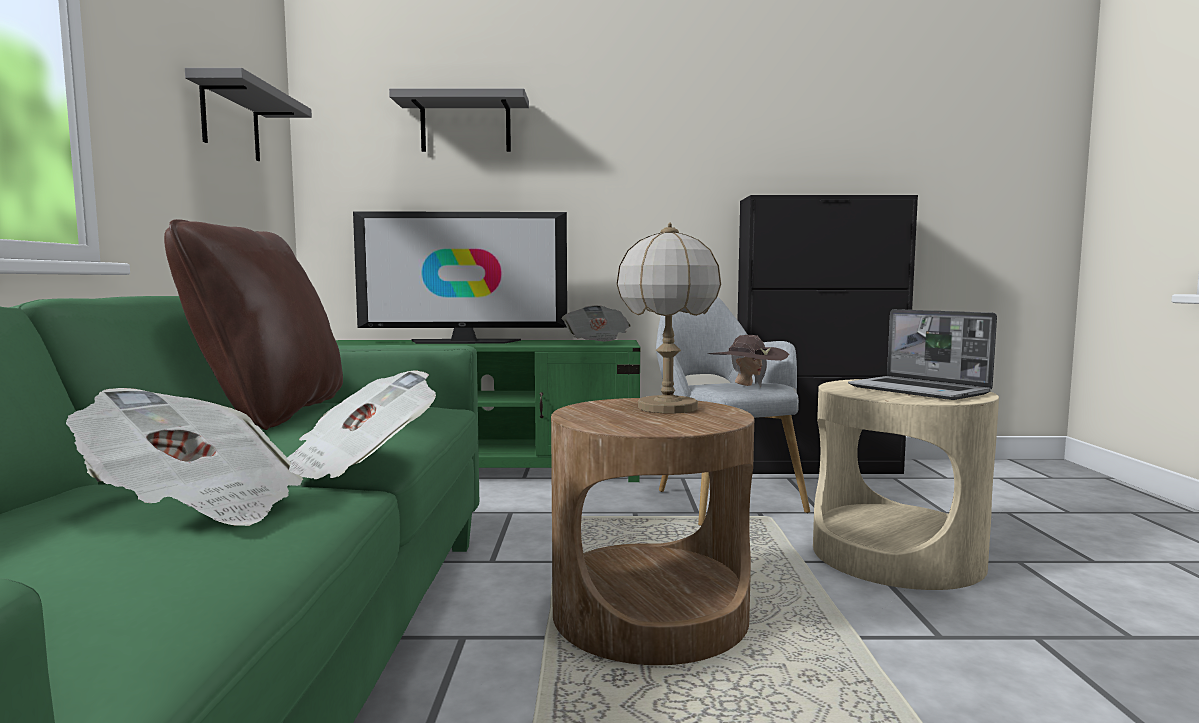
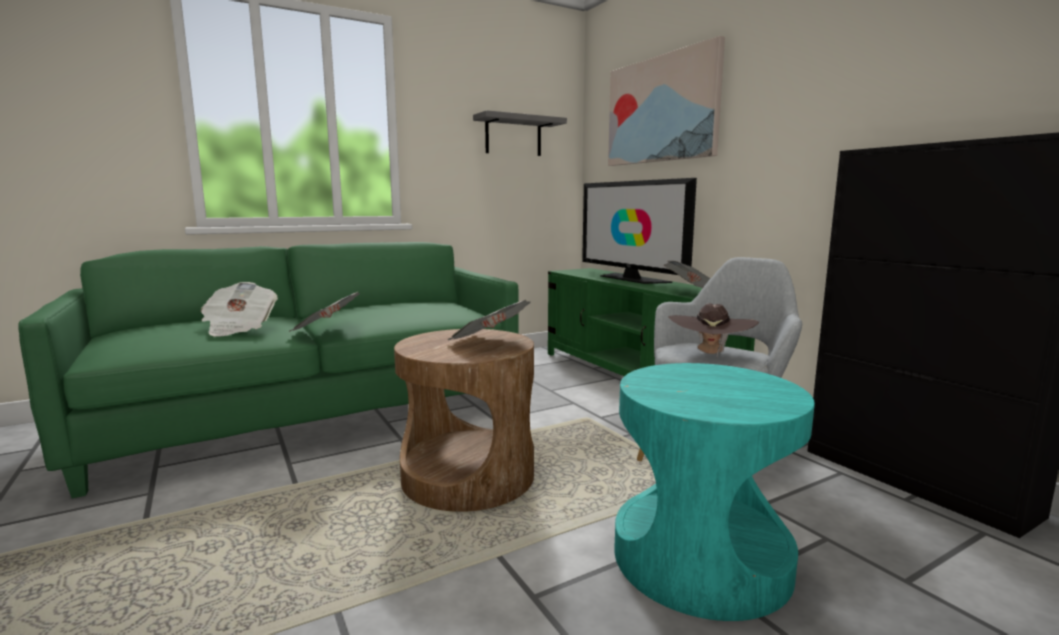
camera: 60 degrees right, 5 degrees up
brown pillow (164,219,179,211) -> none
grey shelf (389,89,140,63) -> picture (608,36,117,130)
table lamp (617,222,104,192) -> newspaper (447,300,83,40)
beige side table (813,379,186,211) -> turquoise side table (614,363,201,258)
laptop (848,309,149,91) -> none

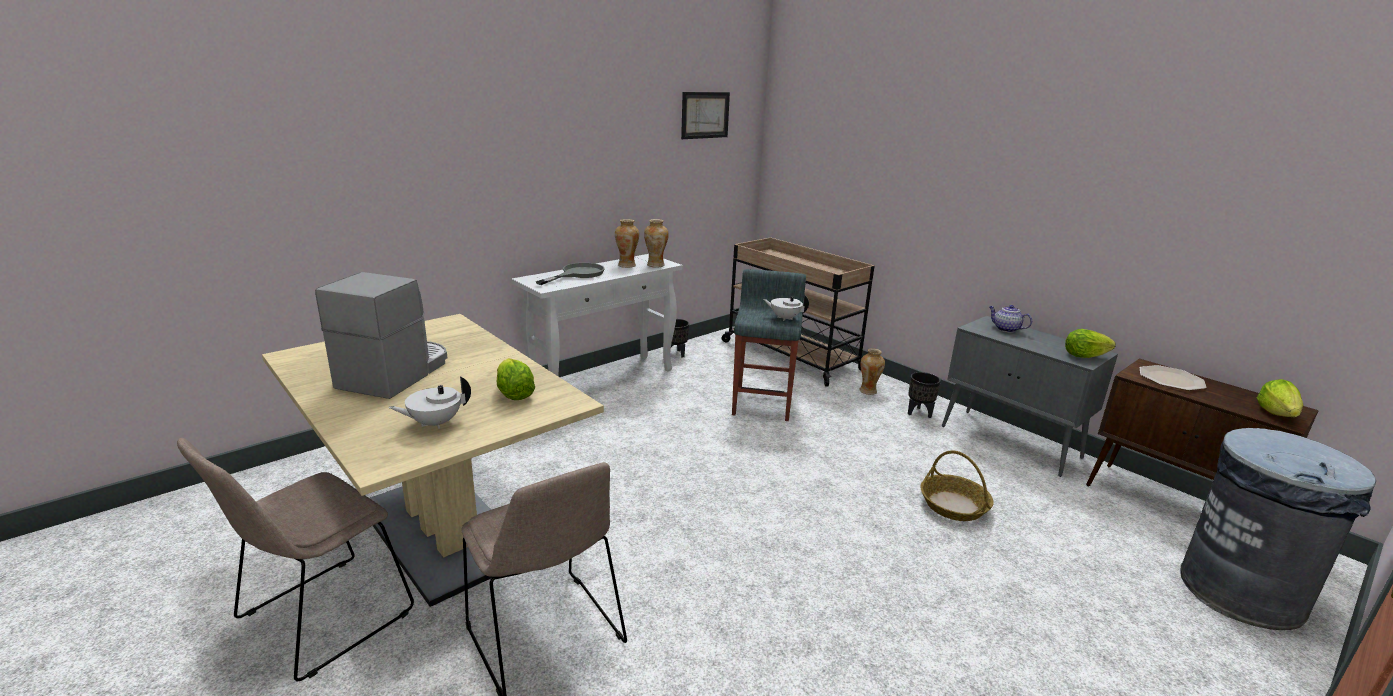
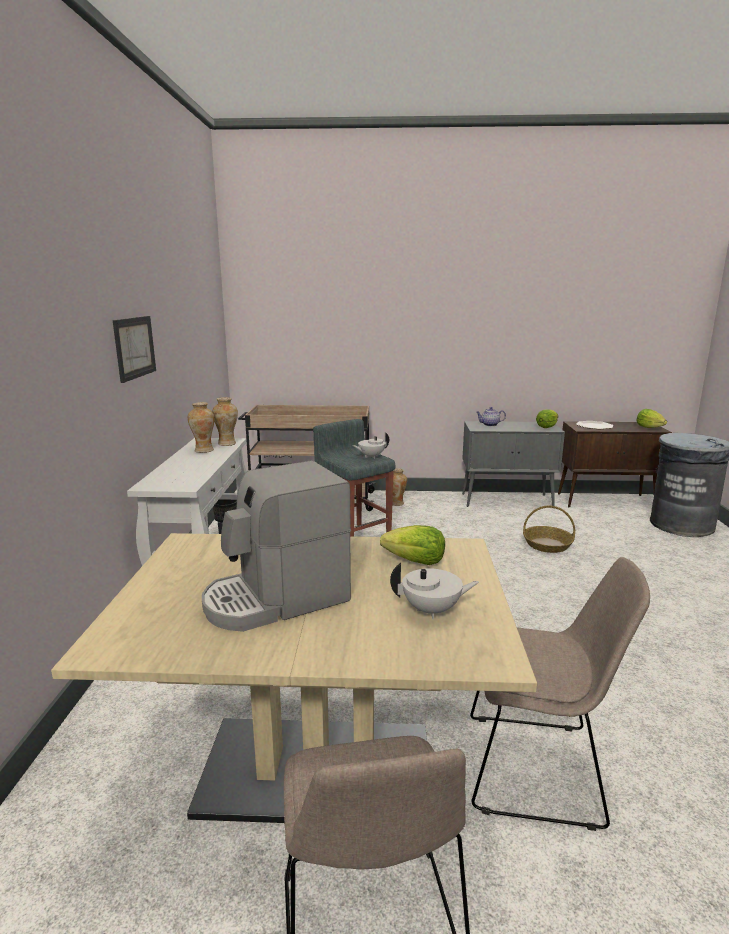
camera: 45 degrees left, 5 degrees down
coffee machine (315,272,132,127) -> coffee machine (202,461,149,171), 90 degrees counterclockwise
white teapot (389,376,82,53) -> white teapot (390,563,89,56), 105 degrees counterclockwise
grey frying pan (536,263,68,22) -> none
picture (681,92,49,47) -> picture (113,316,43,67), relocated
black planter (908,372,33,46) -> none

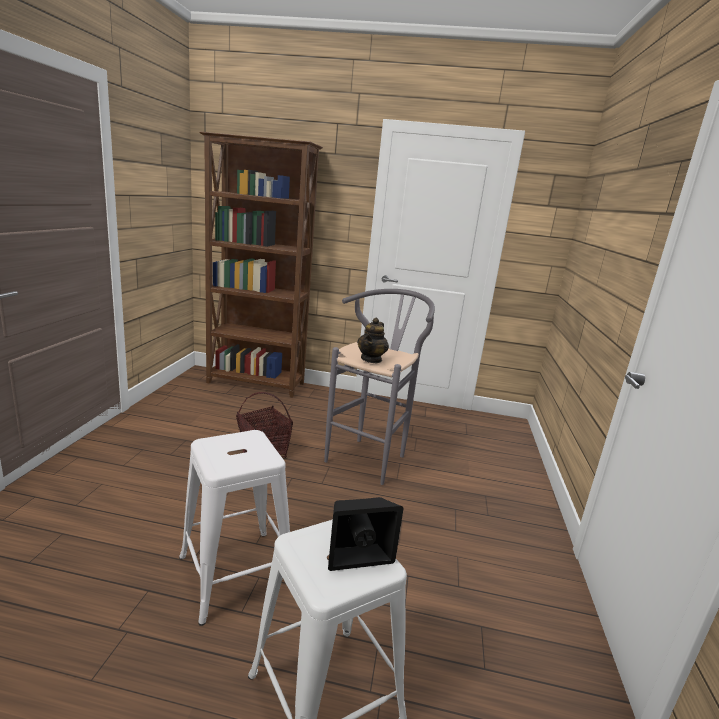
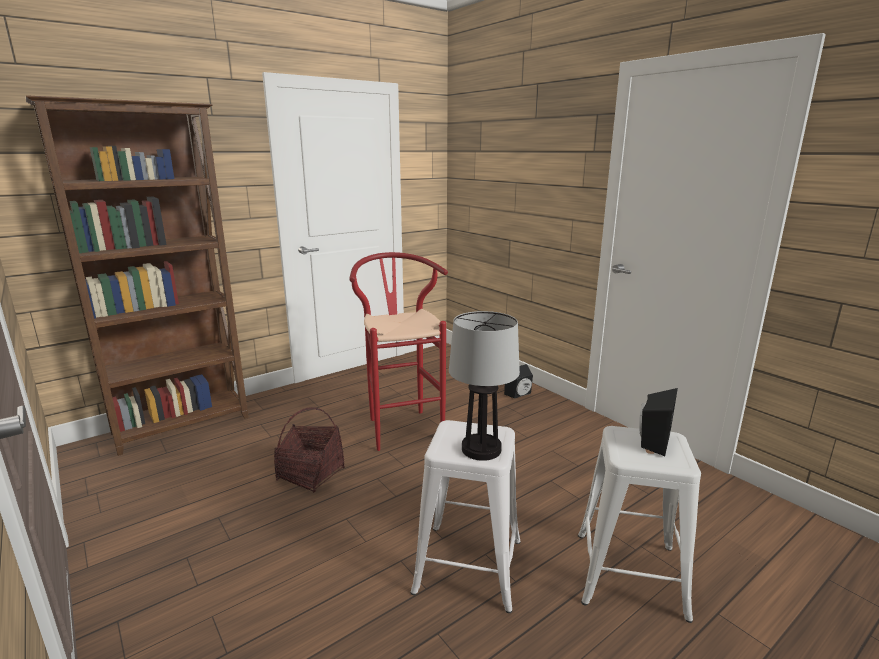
camera: 45 degrees left, 0 degrees up
grey stool (324,289,111,196) -> red stool (349,252,99,199)
teapot (357,318,32,45) -> none
none -> table lamp (449,311,71,150)
none -> black speaker (504,364,29,34)

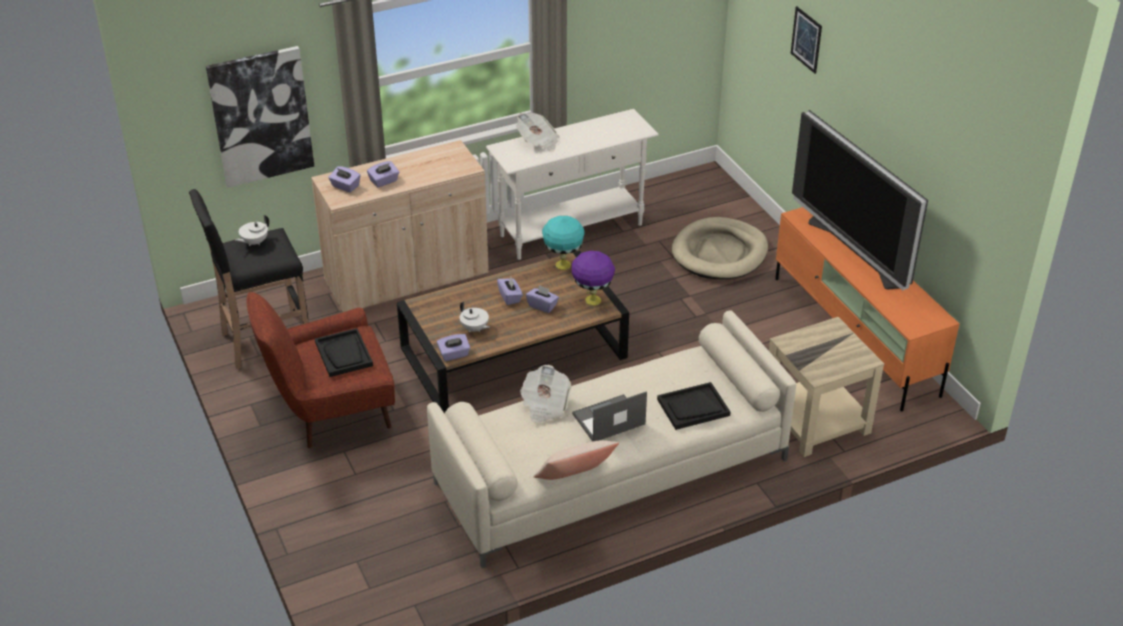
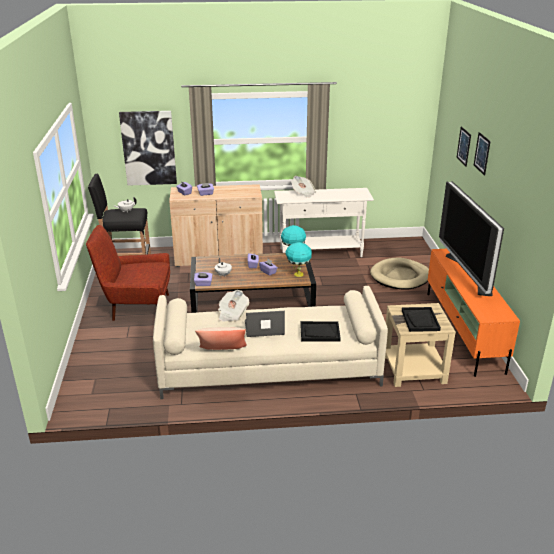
camera: 20 degrees right, 10 degrees down
black tray (315,328,58,49) -> black tray (402,307,39,25), relocated
purple table lamp (572,251,43,55) -> turquoise table lamp (285,242,27,35)
none -> picture (474,132,17,43)

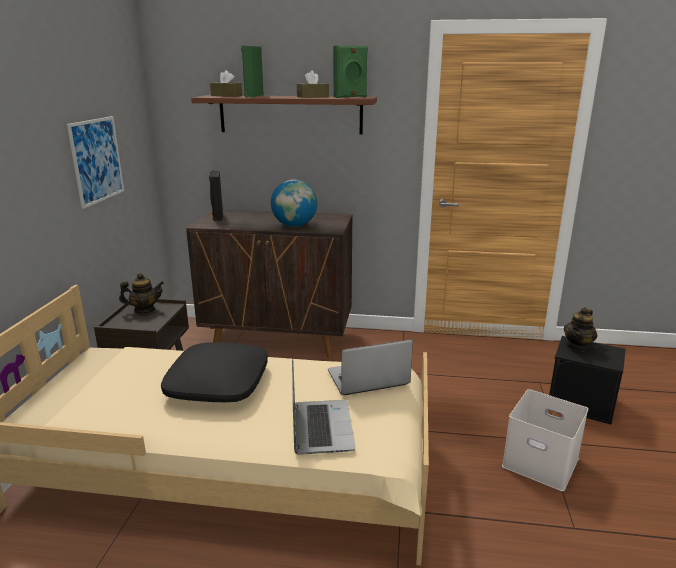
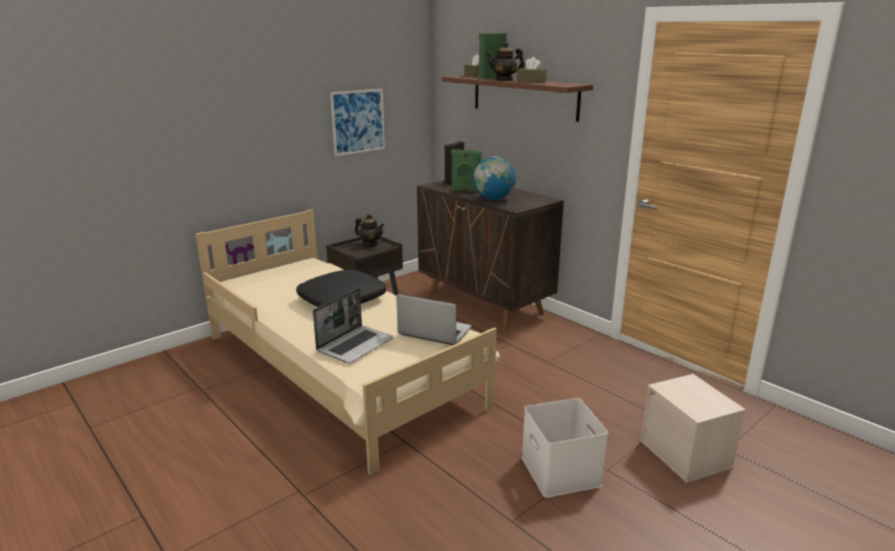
camera: 40 degrees right, 0 degrees up
green speaker (333,45,35,53) -> green speaker (451,149,31,44), relocated
black storage box (549,336,77,89) -> beige storage box (640,374,106,109)
teapot (564,307,33,45) -> teapot (486,41,39,40), relocated

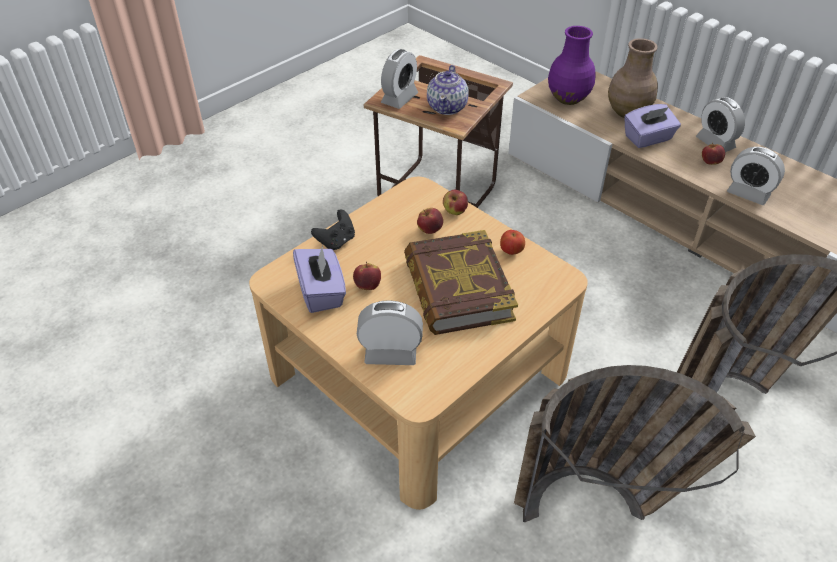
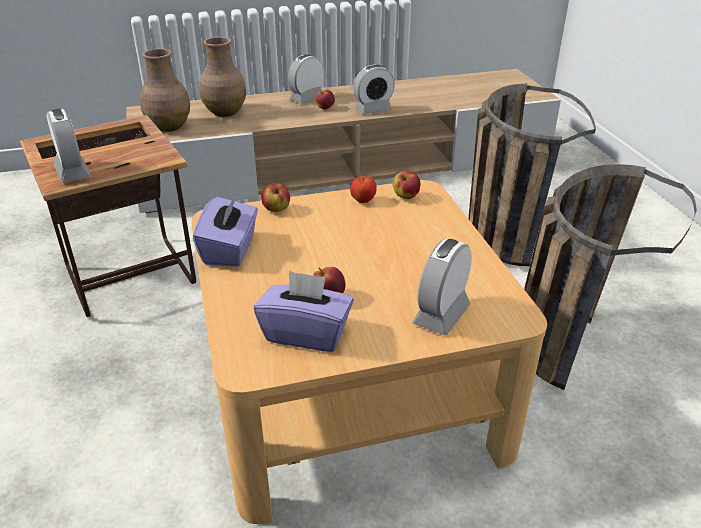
camera: 60 degrees left, 10 degrees down
black game controller (311,209,44,42) -> none
book (404,230,114,105) -> none
apple (417,208,26,26) -> apple (393,171,27,28), relocated
teapot (427,65,42,50) -> none
purple vase (548,26,48,79) -> brown vase (140,49,50,83)
purple tissue box (624,104,57,44) -> purple tissue box (193,194,65,73), relocated
alarm clock (696,97,49,55) -> alarm clock (288,54,36,50), 135 degrees clockwise

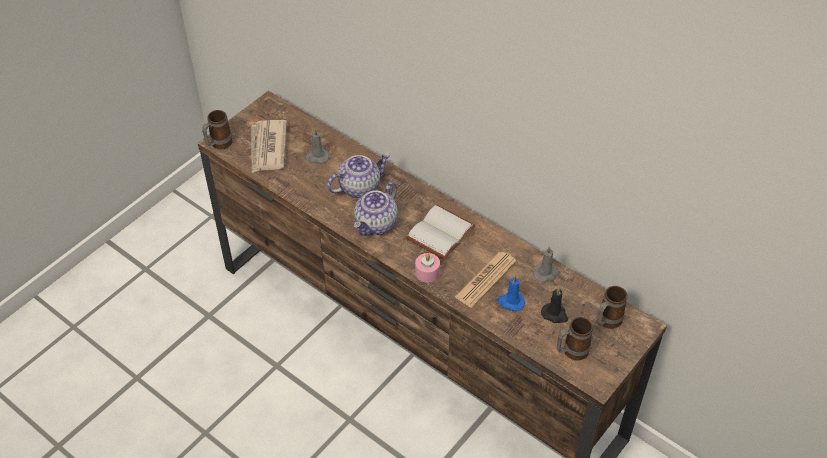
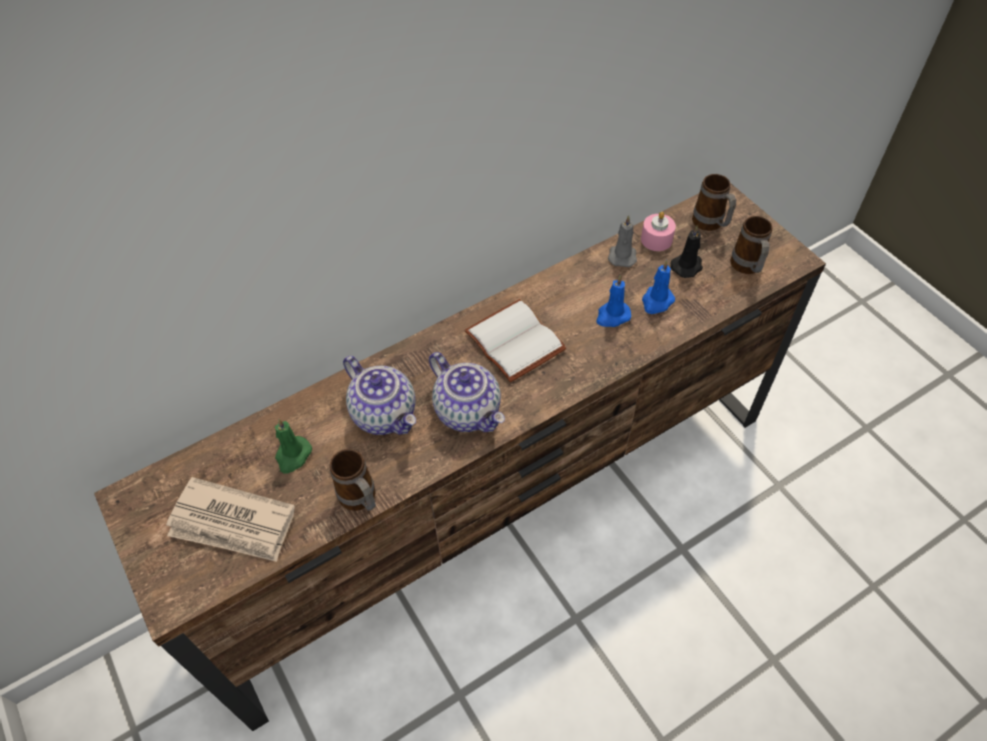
camera: 70 degrees left, 5 degrees up
mug (202,110,31,39) -> mug (329,449,47,62), relocated
grey candle (305,129,24,34) -> green candle (275,419,37,55)
teapot (327,153,63,45) -> teapot (343,356,73,79), 150 degrees clockwise
pink candle (415,253,25,30) -> pink candle (641,212,35,39), relocated
newspaper (455,252,62,56) -> blue candle (596,275,35,52)

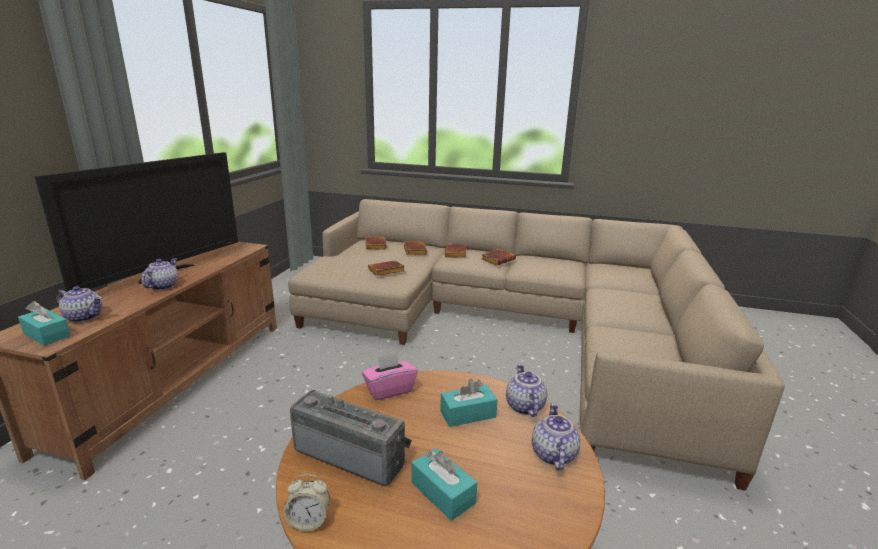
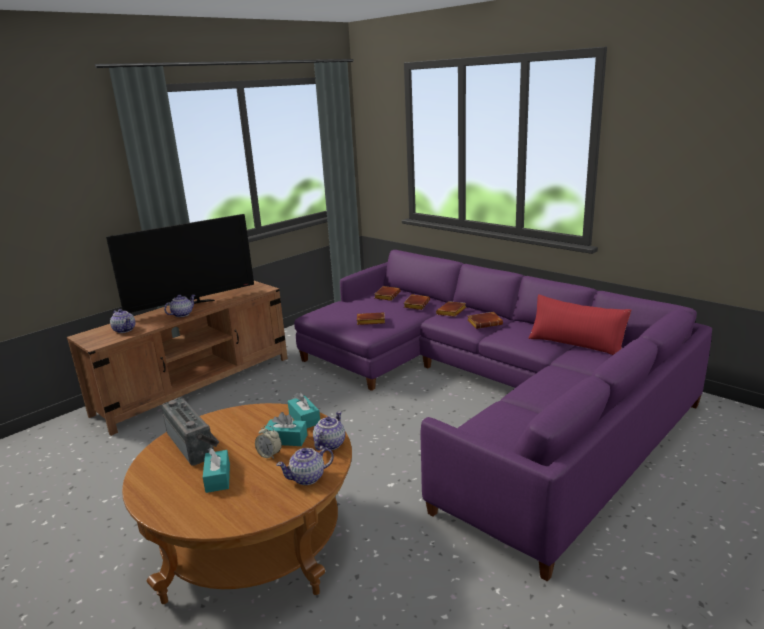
camera: 30 degrees right, 0 degrees up
turquoise tissue box (18,301,53,45) -> turquoise tissue box (288,392,32,36), relocated
alarm clock (283,474,47,57) -> alarm clock (255,425,27,34), relocated
beige sofa (288,199,497,292) -> purple sofa (294,250,418,332)
pink tissue box (362,353,56,47) -> none
teapot (532,403,49,68) -> teapot (276,448,58,37), 150 degrees counterclockwise
none -> red pillow (528,294,103,61)

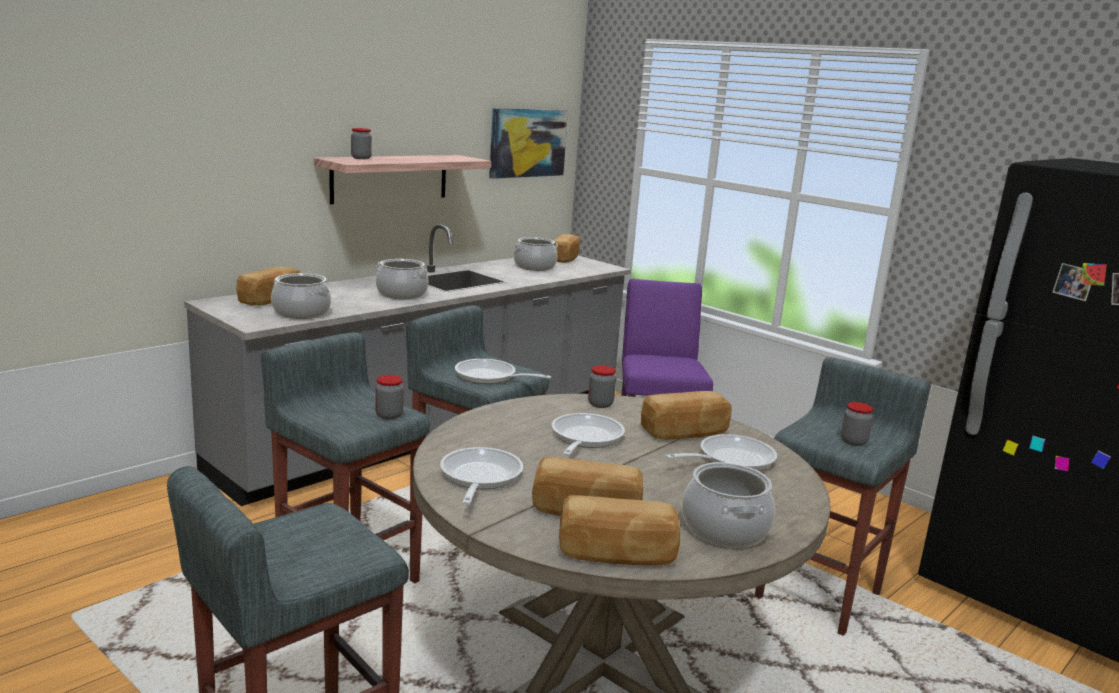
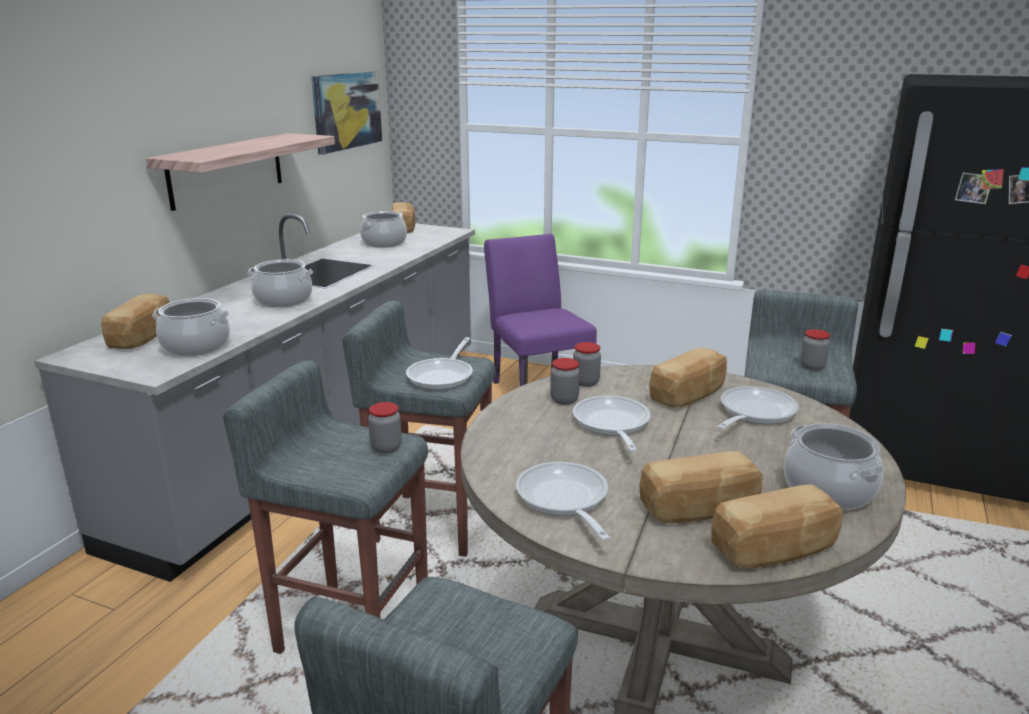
camera: 20 degrees left, 5 degrees up
jar (351,128,21,31) -> jar (550,358,30,47), relocated
frying pan (455,359,96,25) -> frying pan (406,337,67,53), 75 degrees counterclockwise

